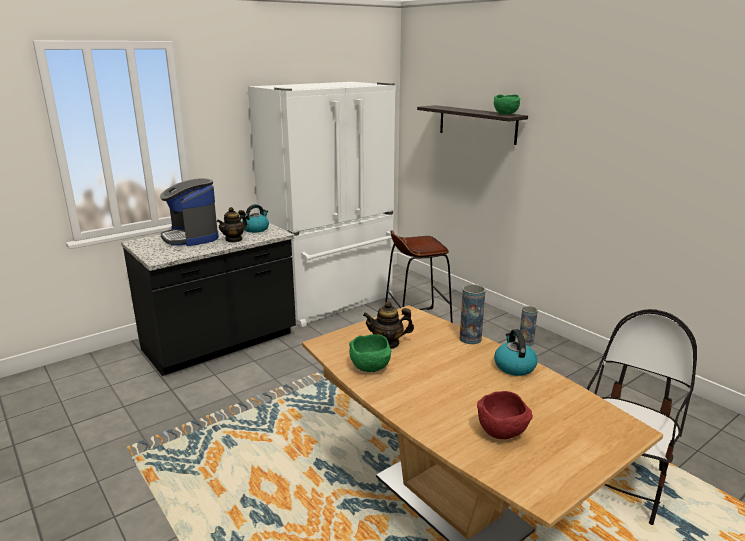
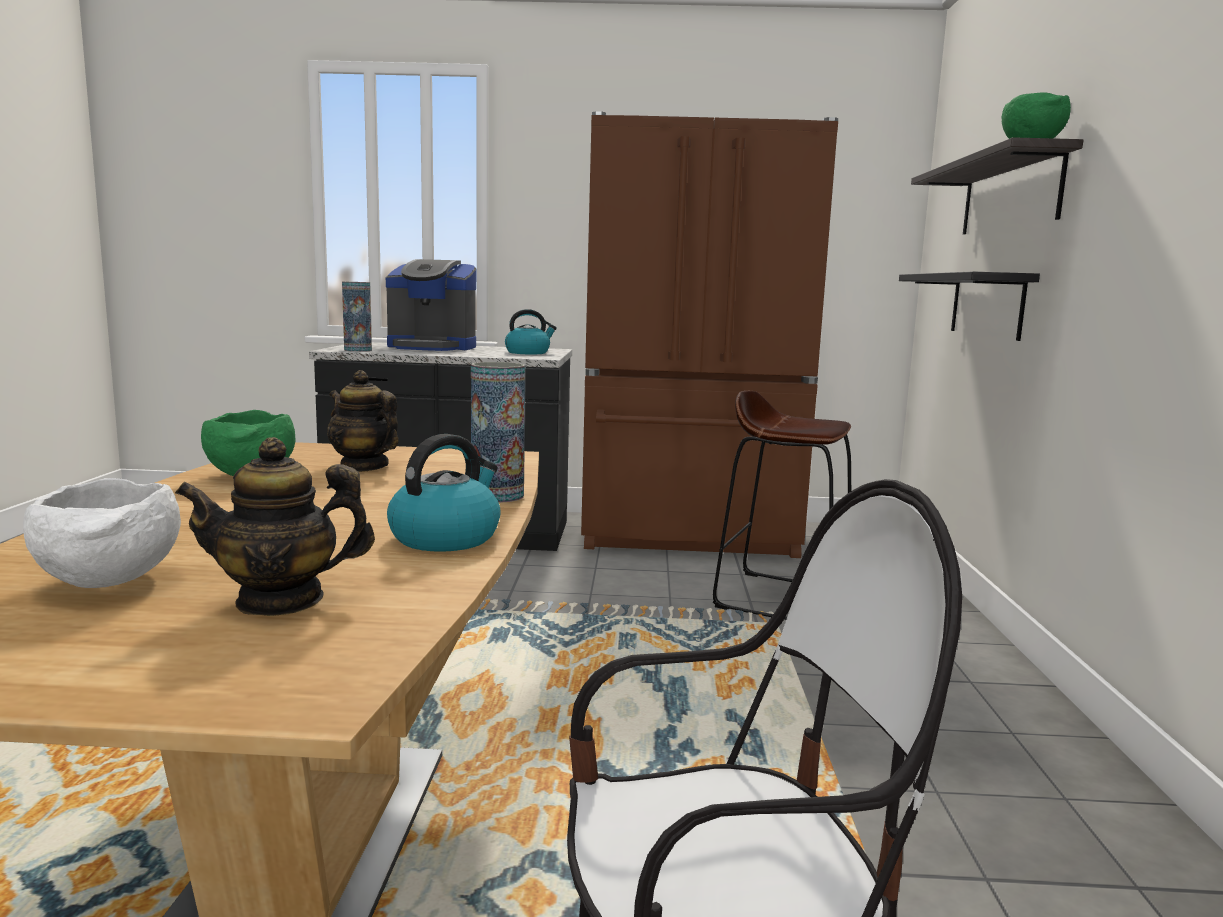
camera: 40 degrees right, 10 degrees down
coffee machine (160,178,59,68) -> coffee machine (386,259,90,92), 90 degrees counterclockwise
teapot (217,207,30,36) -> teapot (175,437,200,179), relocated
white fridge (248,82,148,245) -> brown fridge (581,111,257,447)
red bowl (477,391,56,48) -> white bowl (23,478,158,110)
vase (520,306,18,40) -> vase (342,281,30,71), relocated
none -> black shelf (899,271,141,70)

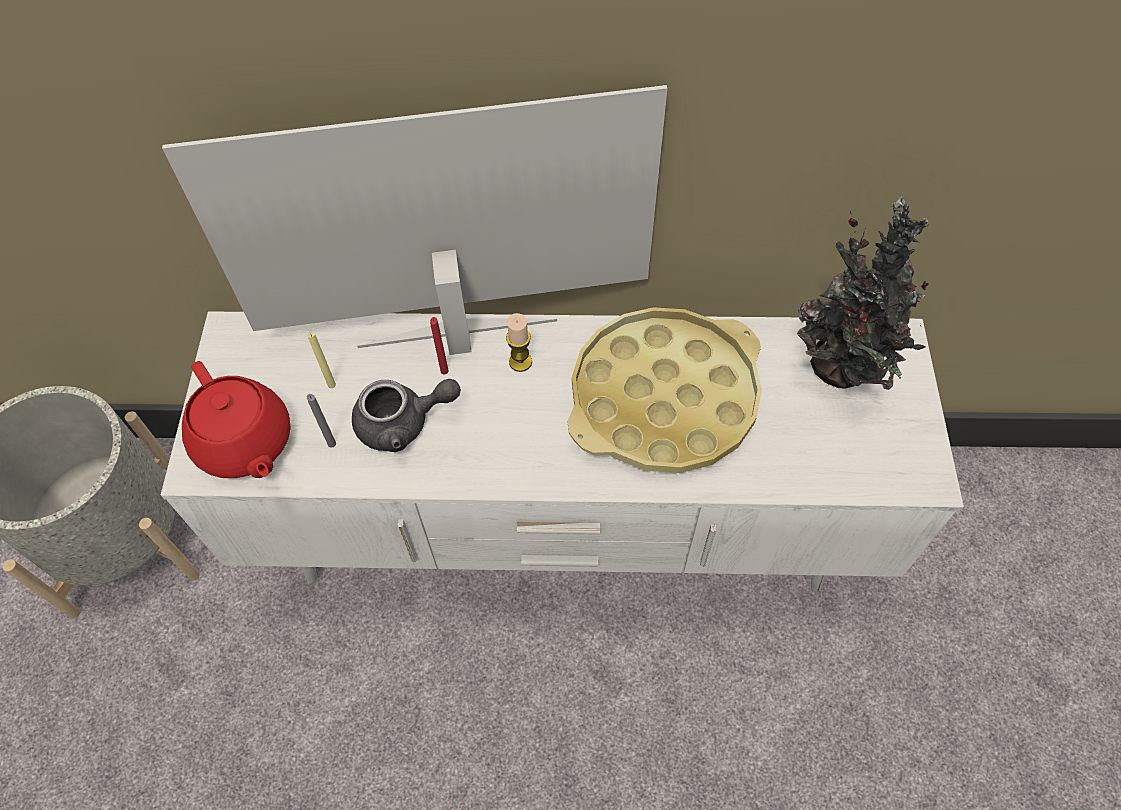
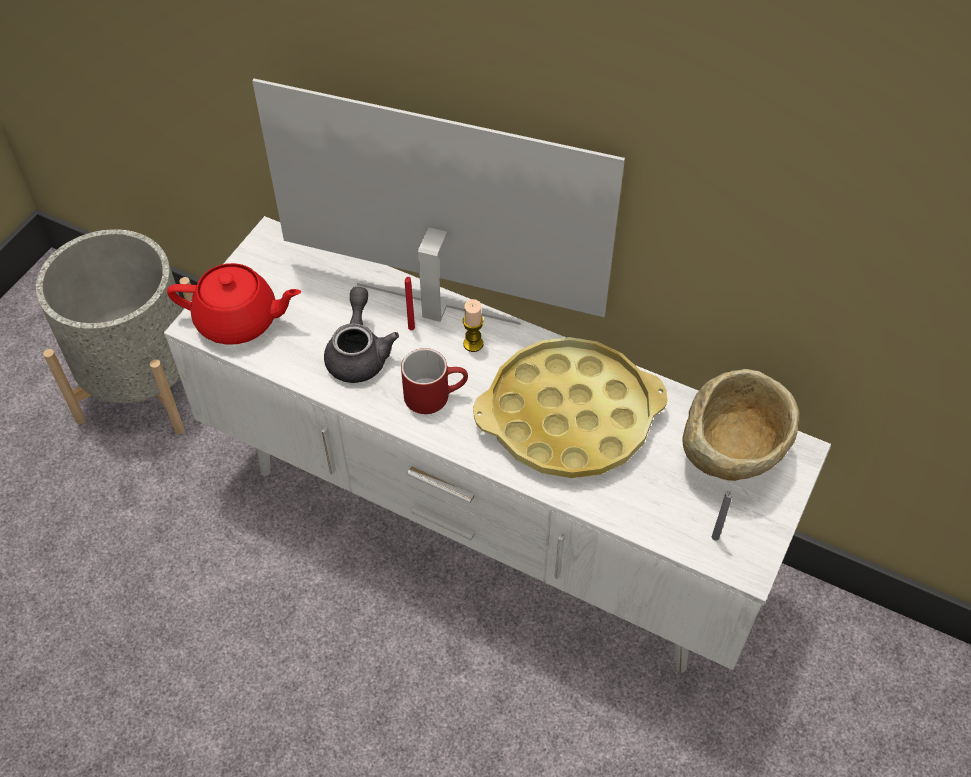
camera: 25 degrees right, 5 degrees down
red teapot (182,361,109,117) -> red teapot (167,263,134,82), 75 degrees counterclockwise
grey candle (307,394,29,54) -> grey candle (712,491,20,50), relocated
yellow candle (308,333,28,55) -> none
grey teapot (352,379,109,73) -> grey teapot (324,287,75,96), 105 degrees counterclockwise
potted plant (797,196,132,194) -> beige bowl (682,369,117,112)
none -> red mug (401,348,67,66)

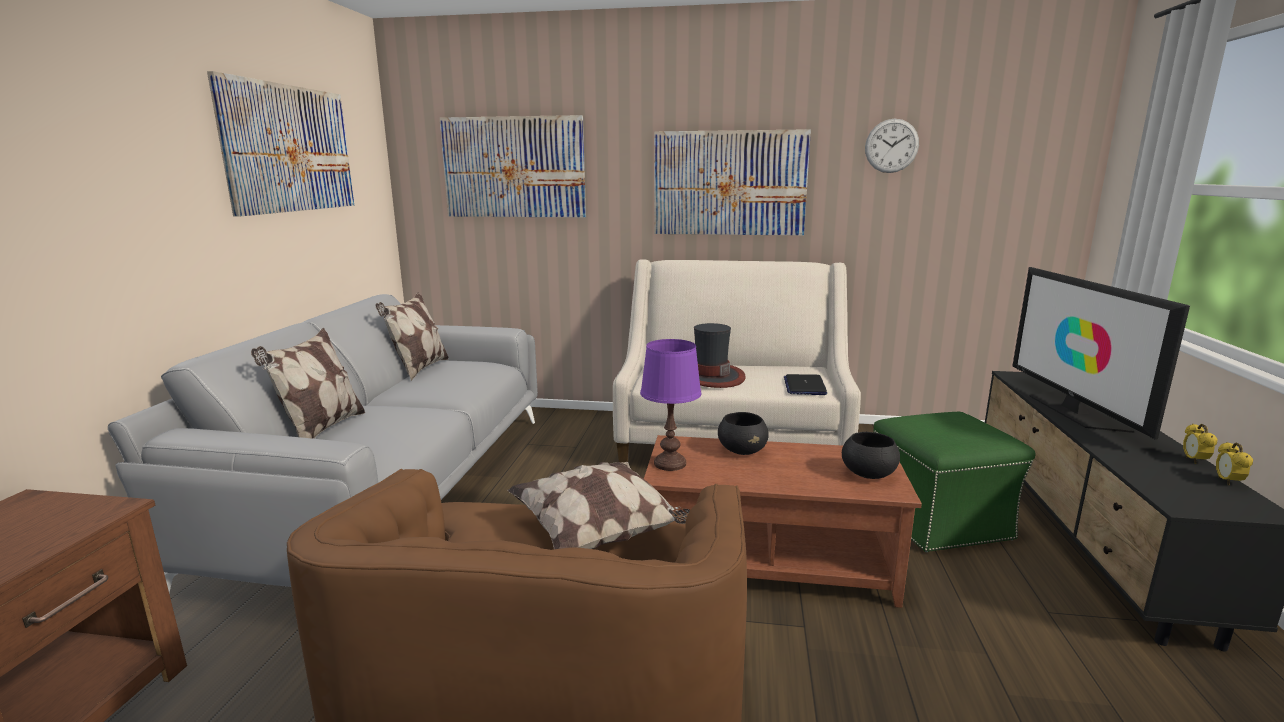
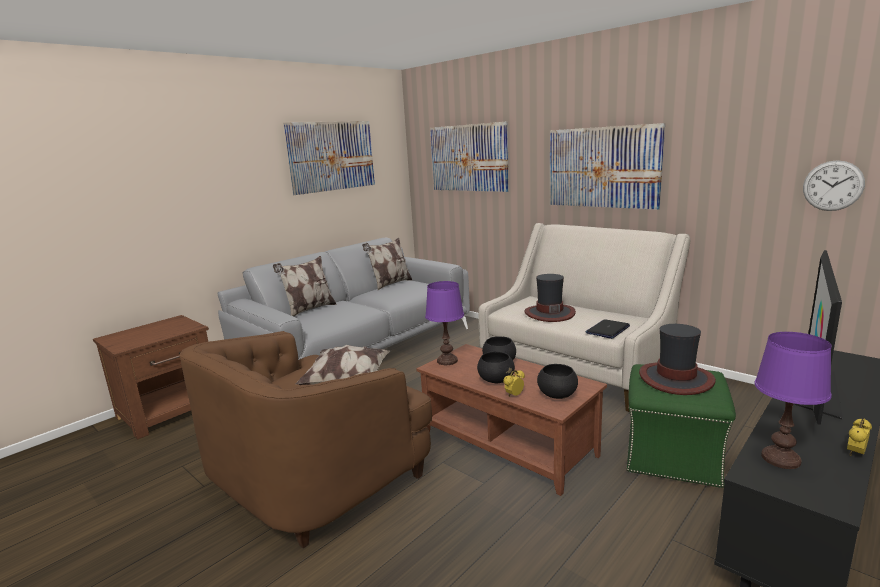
camera: 35 degrees right, 0 degrees up
wall clock (865,119,54,54) -> wall clock (803,160,62,51), relocated
alarm clock (1216,442,37,43) -> alarm clock (503,370,22,27), relocated
none -> black bowl (477,351,38,32)
none -> hat (639,324,77,71)
none -> purple table lamp (754,332,78,137)

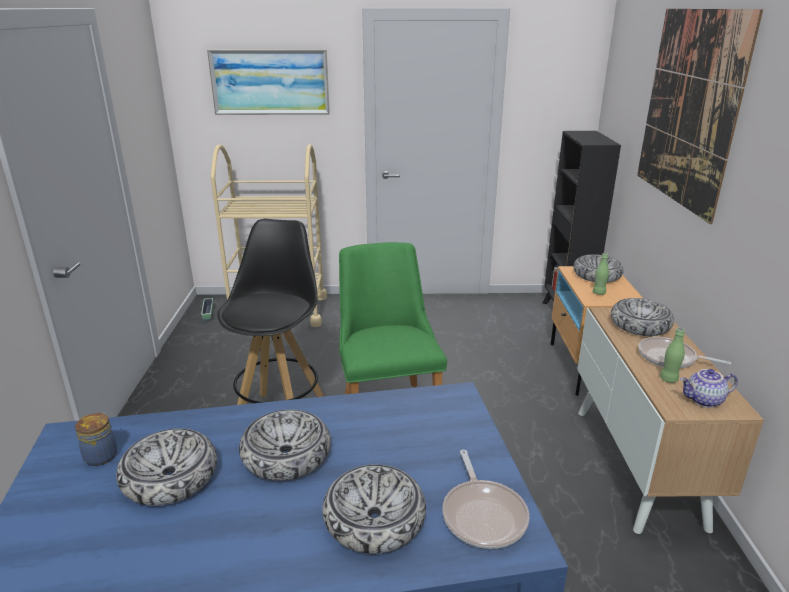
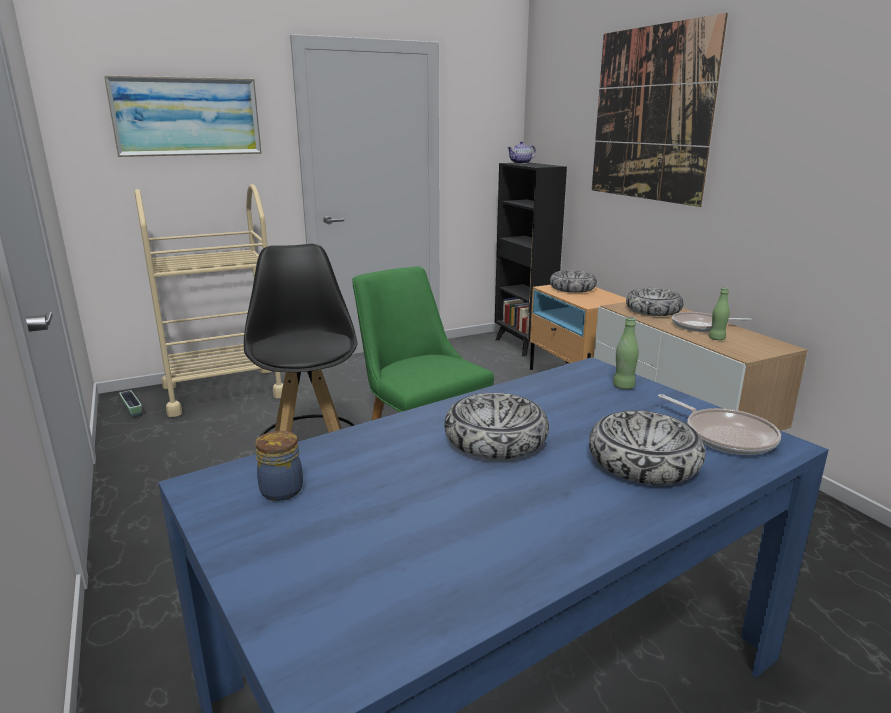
camera: 25 degrees left, 5 degrees down
bowl (116,429,101,77) -> none
green bottle (593,253,16,42) -> green bottle (613,317,26,72), relocated
teapot (680,369,58,39) -> teapot (507,141,29,23), relocated

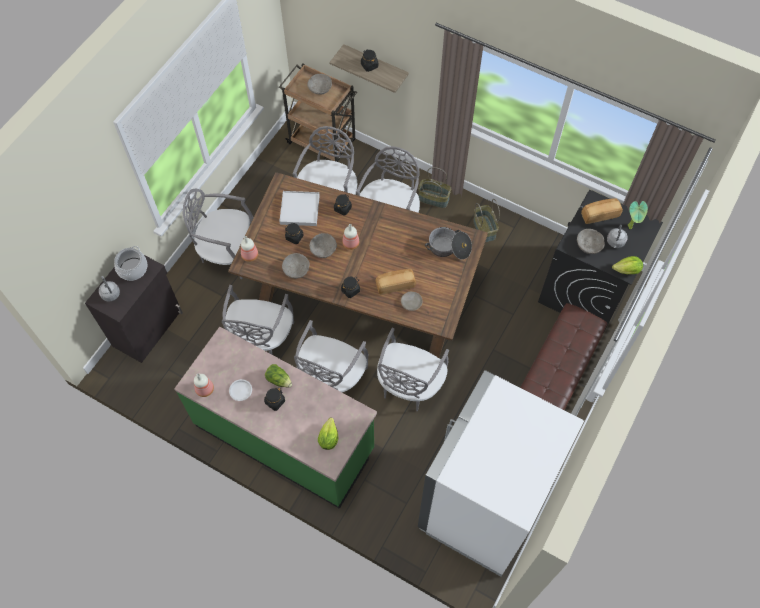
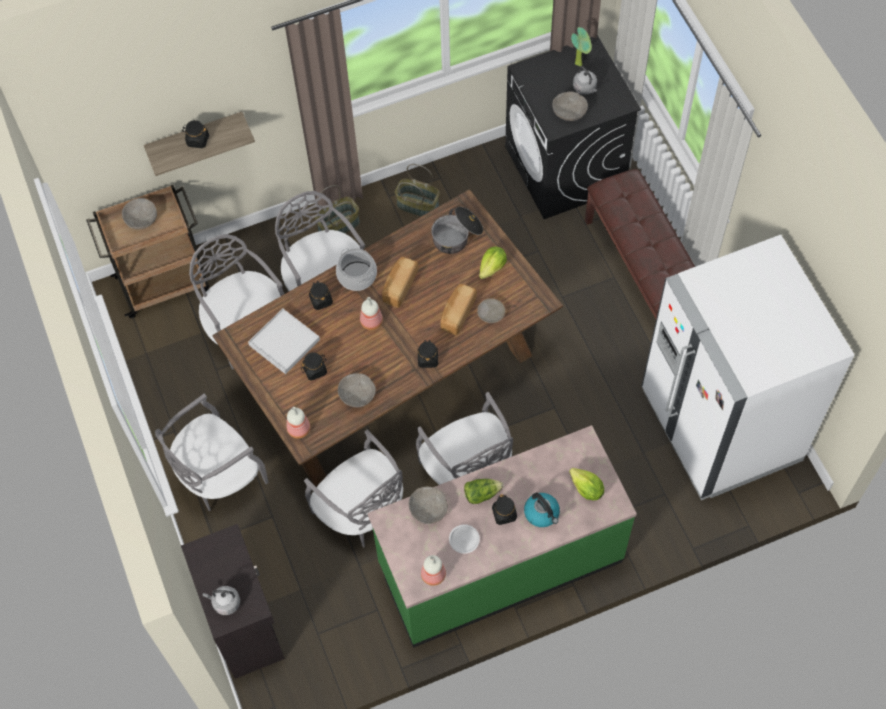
camera: 50 degrees left, 0 degrees up
cooking pot (114,246,33,35) -> cooking pot (336,248,41,43), relocated
grey bowl (310,233,27,25) -> grey bowl (409,486,39,38), relocated
grey chair (377,328,72,83) -> none
bread (581,198,42,26) -> bread (382,257,37,51), relocated
lettuce (612,256,31,18) -> lettuce (479,246,28,33), relocated
none -> kettle (524,492,36,35)

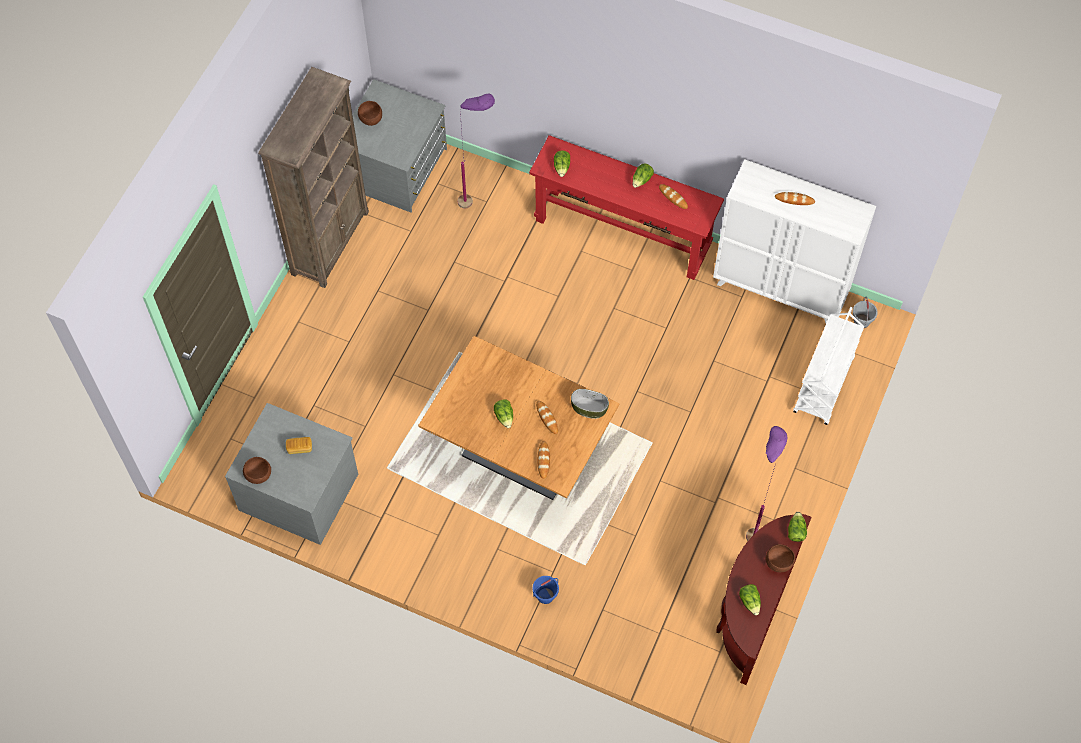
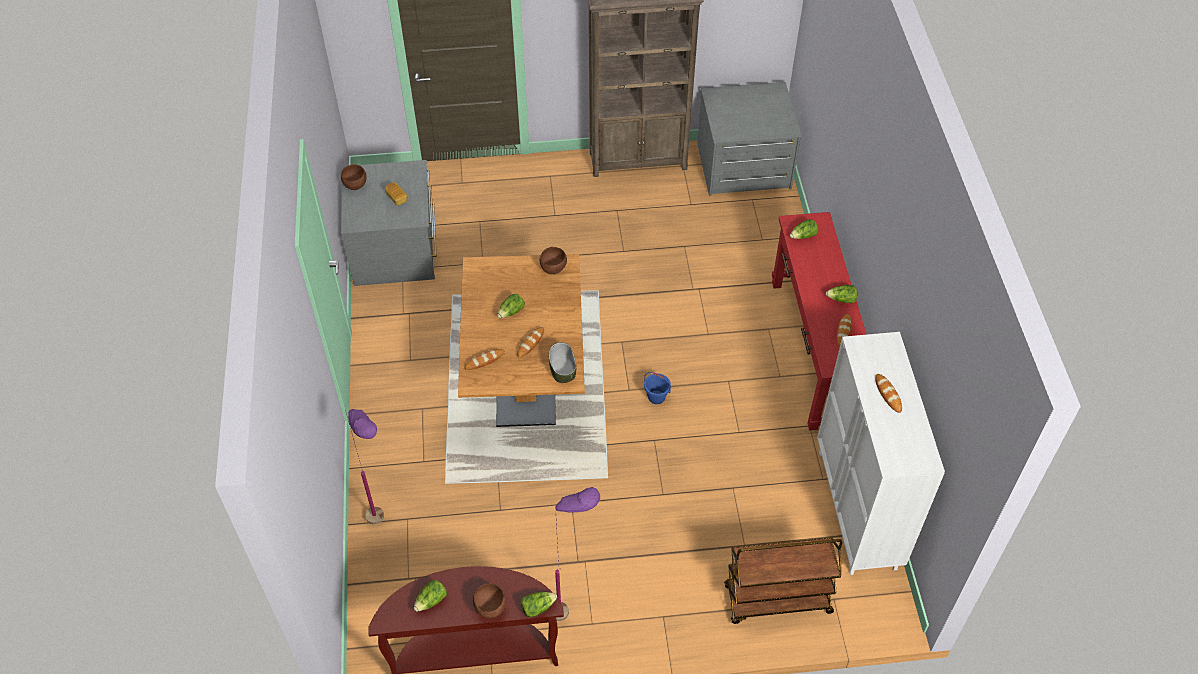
camera: 60 degrees right, 10 degrees down
brown bowl (358,101,24,25) -> brown bowl (540,247,27,27), relocated
purple floor lamp (458,94,37,115) -> purple floor lamp (345,409,39,116), relocated
blue bucket (533,576,26,28) -> blue bucket (644,372,27,32), relocated
white cart (793,307,71,118) -> brown cart (724,537,118,87)
grey bucket (853,297,25,31) -> none

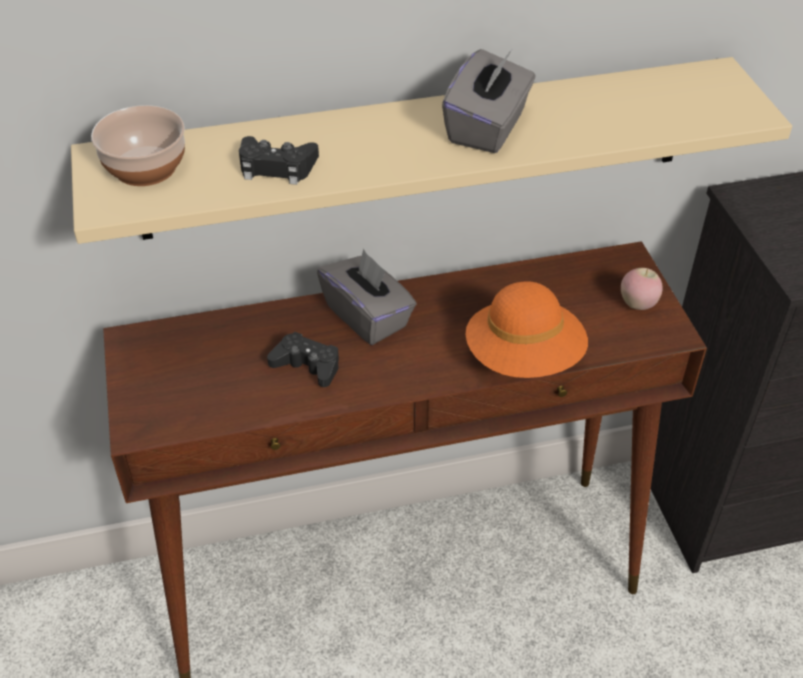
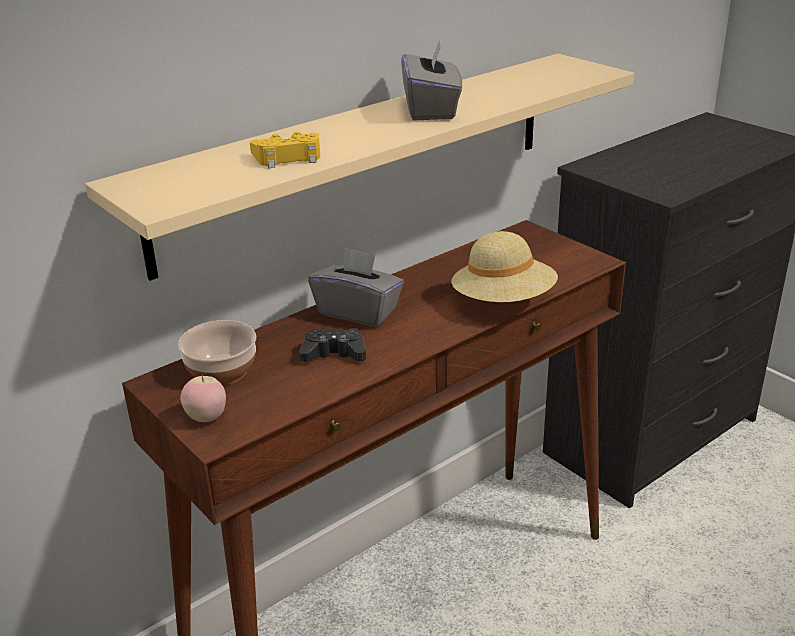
camera: 25 degrees left, 15 degrees down
bowl (91,105,94,81) -> bowl (178,320,78,65), relocated
black game controller (239,136,80,49) -> yellow game controller (250,131,70,37)
orange hat (466,281,122,97) -> beige hat (451,231,107,71)
apple (621,268,41,42) -> apple (181,375,45,47), relocated

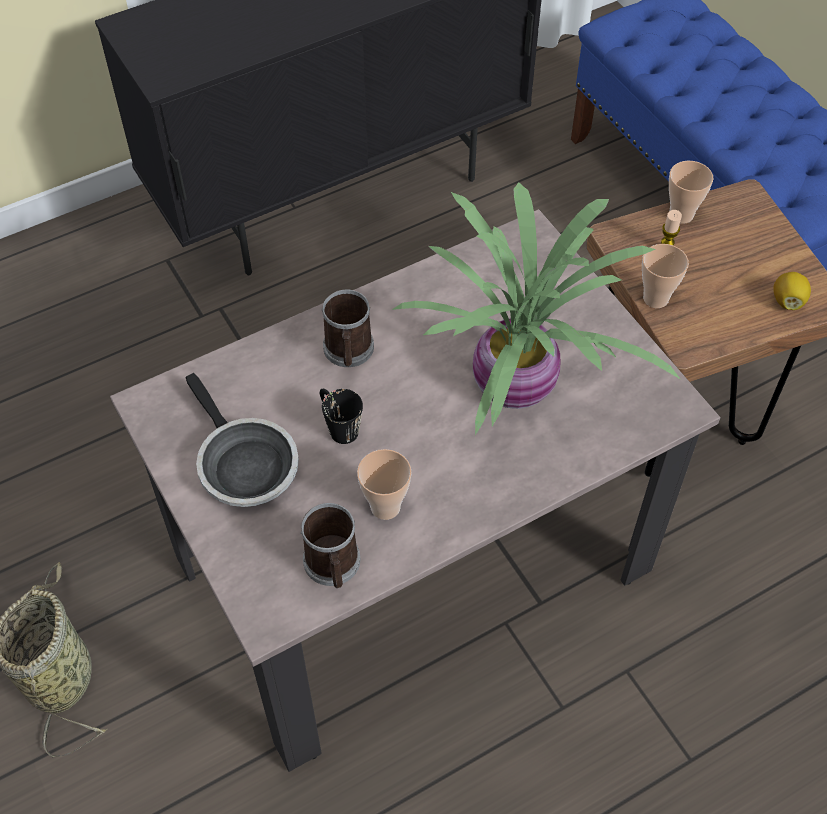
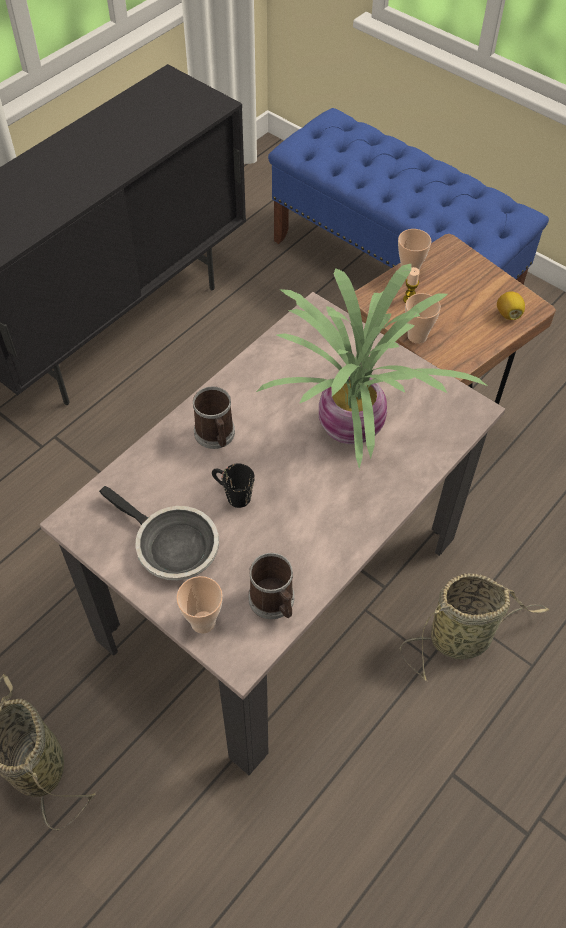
camera: 20 degrees left, 0 degrees up
cup (357,449,55,71) -> cup (176,576,47,58), relocated
none -> basket (400,573,149,108)

